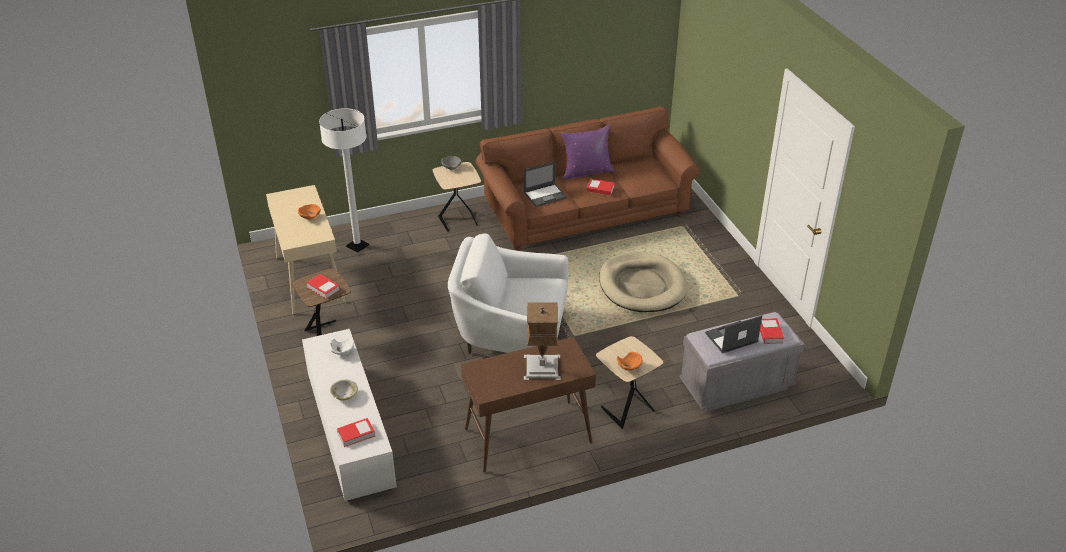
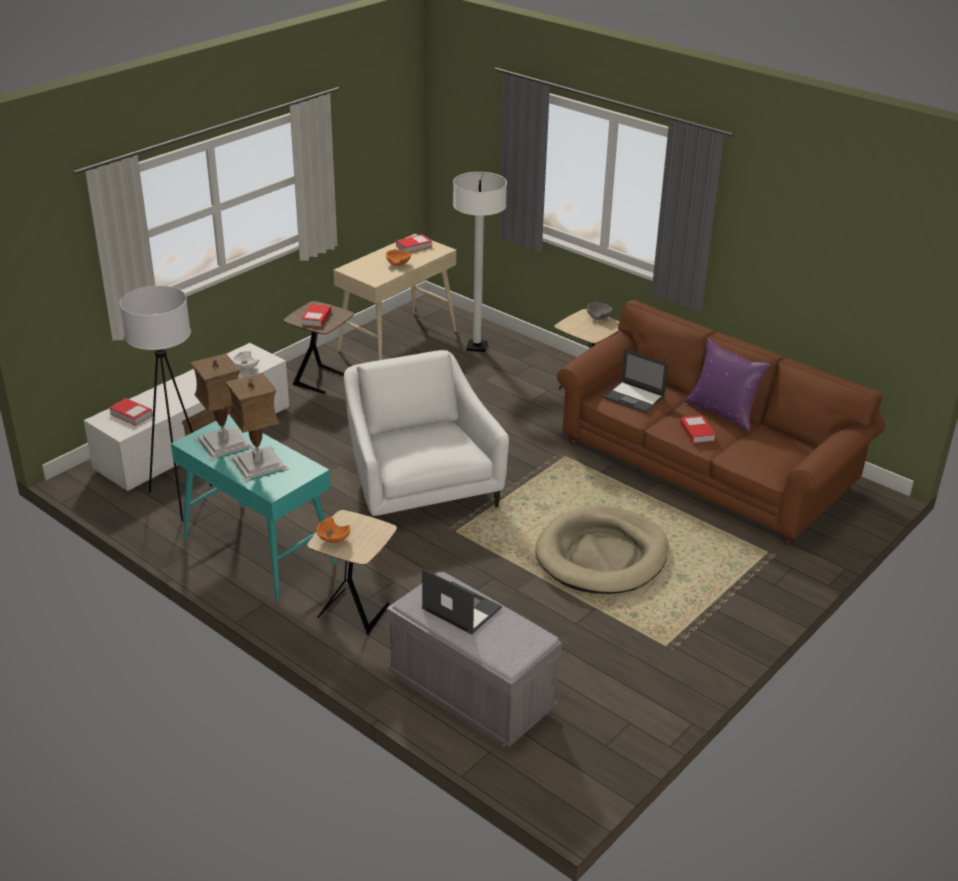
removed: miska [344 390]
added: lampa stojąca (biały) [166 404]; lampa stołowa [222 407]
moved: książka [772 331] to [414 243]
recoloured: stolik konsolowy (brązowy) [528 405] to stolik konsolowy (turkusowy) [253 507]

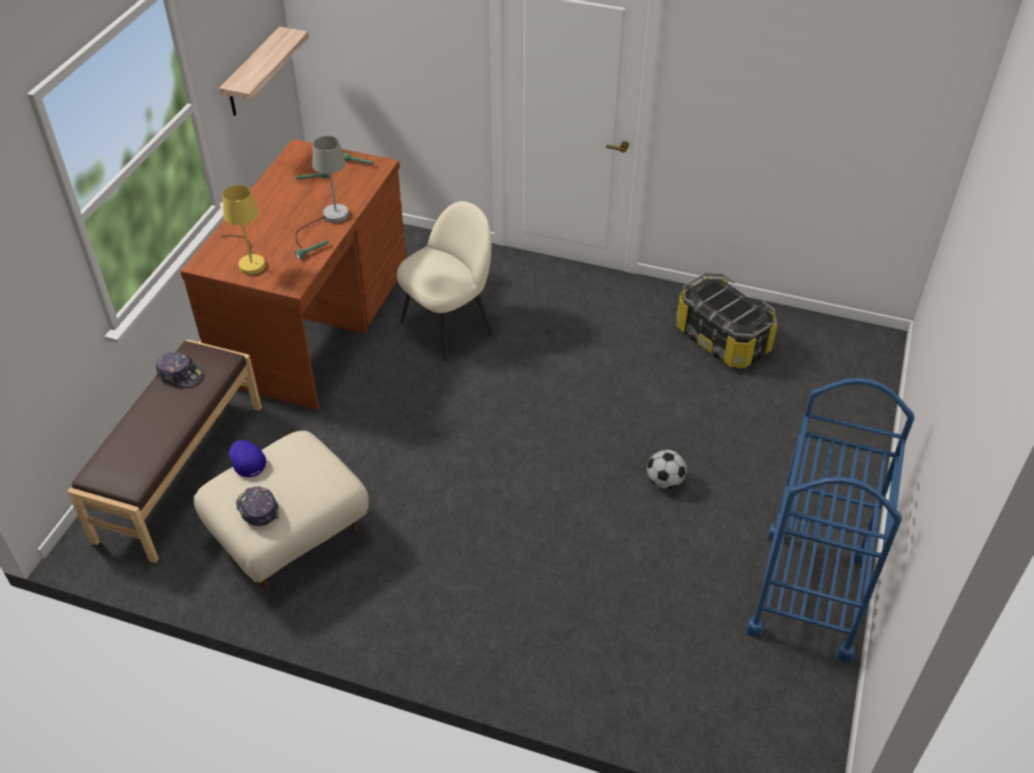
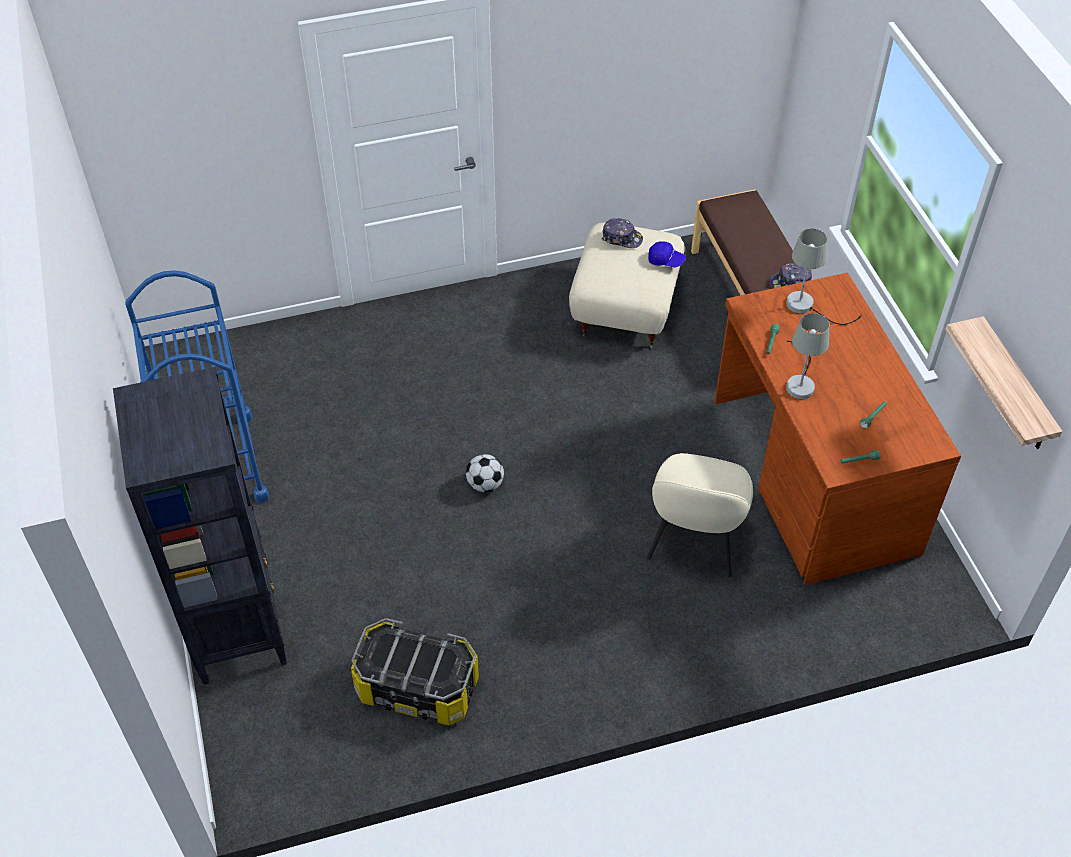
added: regał (czarny) [200 526]
moved: piłka futbolowa [667 469] to [485 473]
recoloured: lampa stołowa (żółty) [243 230] to lampa stołowa (szary) [824 277]

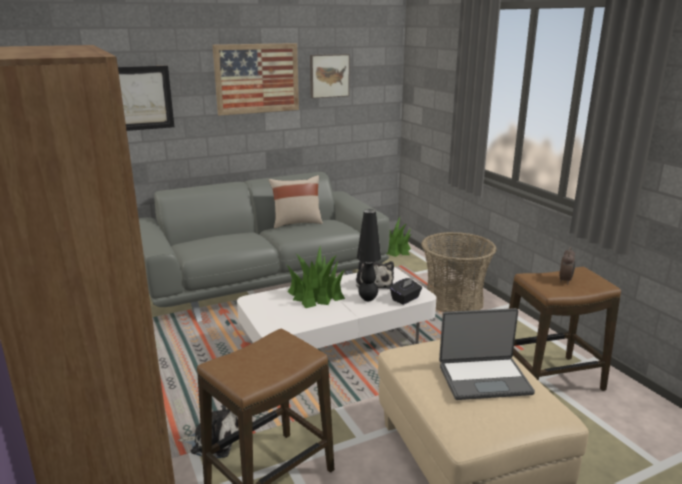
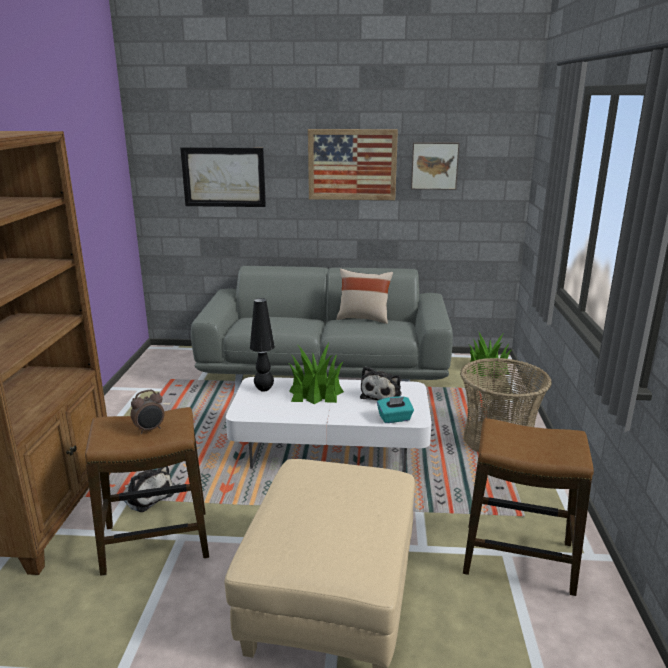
removed: laptop [487 354]
moved: lampa stołowa (czarny) [369 255] to [262 345]; budzik [567 265] to [148 412]
recoloured: pudełko chusteczek (czarny) [406 291] to pudełko chusteczek (turkusowy) [395 409]

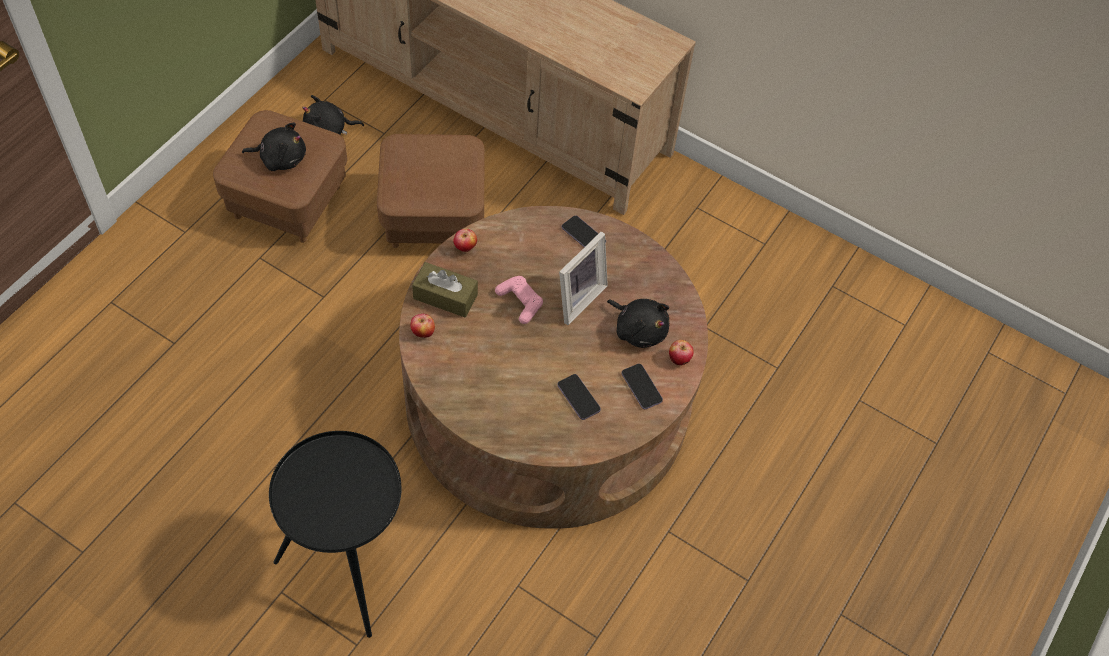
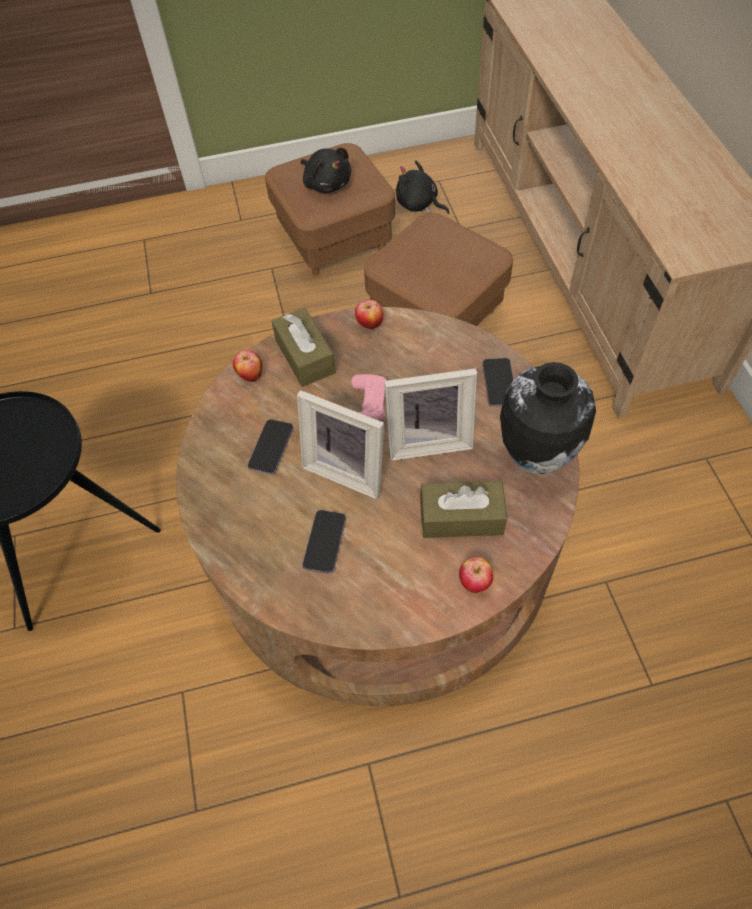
added: wazon [548 418]; ramka na zdjęcie [340 444]
moved: telefon [642 386] to [270 447]
replaced: pluszak (czarny) [638 323] to pudełko chusteczek (brązowy) [463 509]

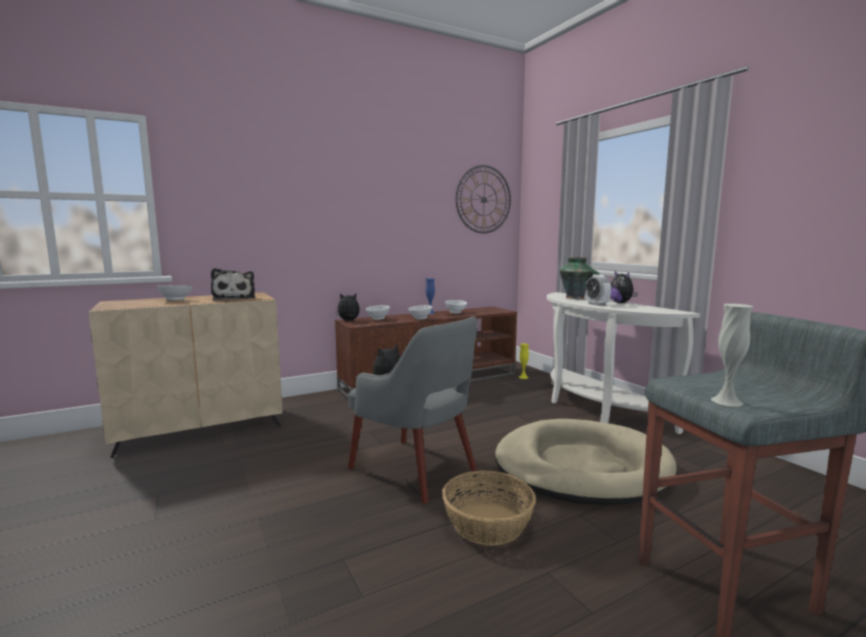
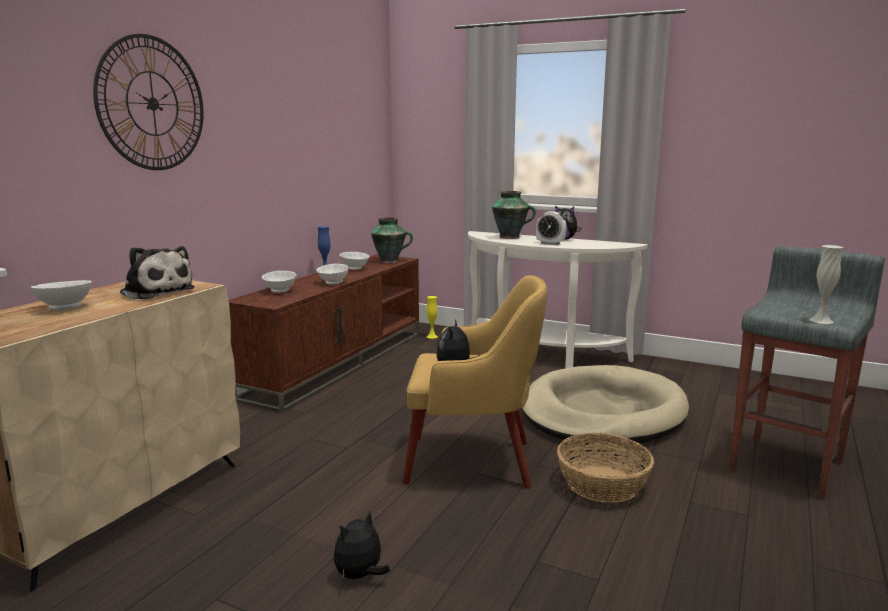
added: wazon [392 240]
moved: zegar ścienny [483 199] to [148 102]; pluszak [348 307] to [362 545]
recoloured: fotel (szary) [412 410] to fotel (żółty) [475 382]

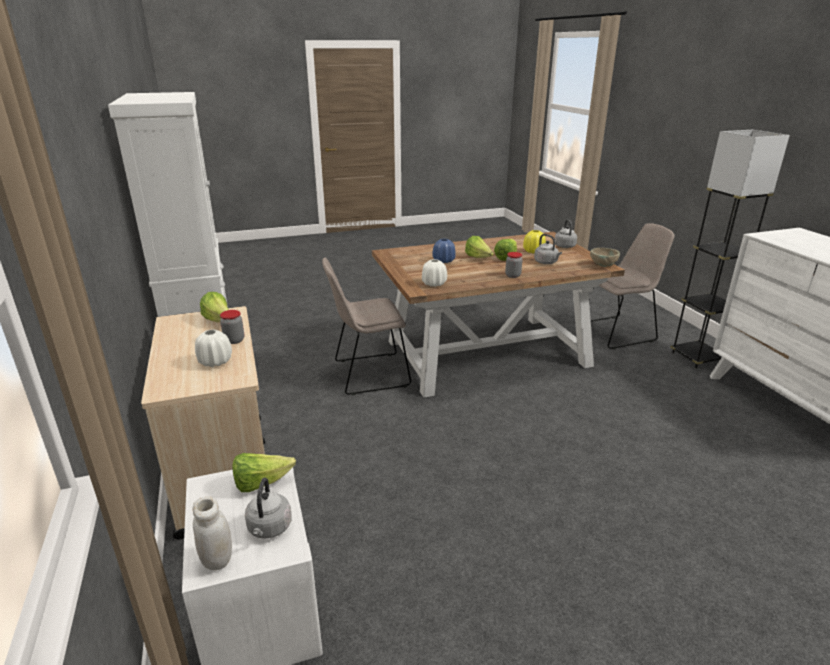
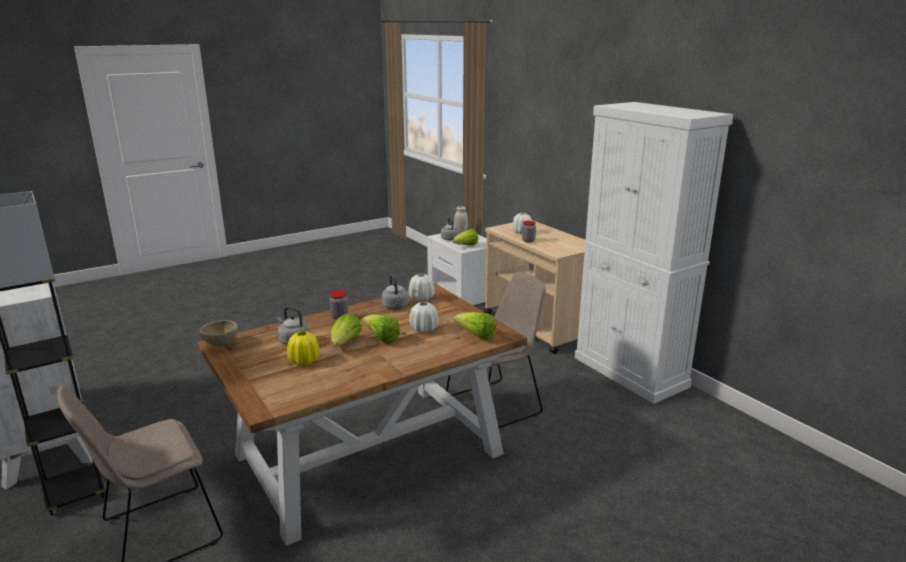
moved: czajnik (szary) [566 233] to [395 291]; sałata [214 307] to [475 326]
recoloured: wazon (niebieski) [443 251] to wazon (biały) [423 317]

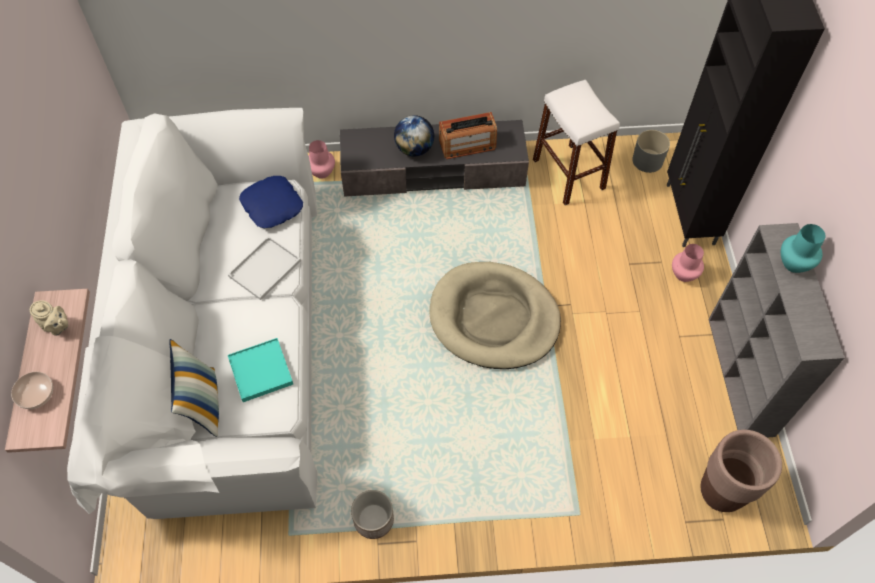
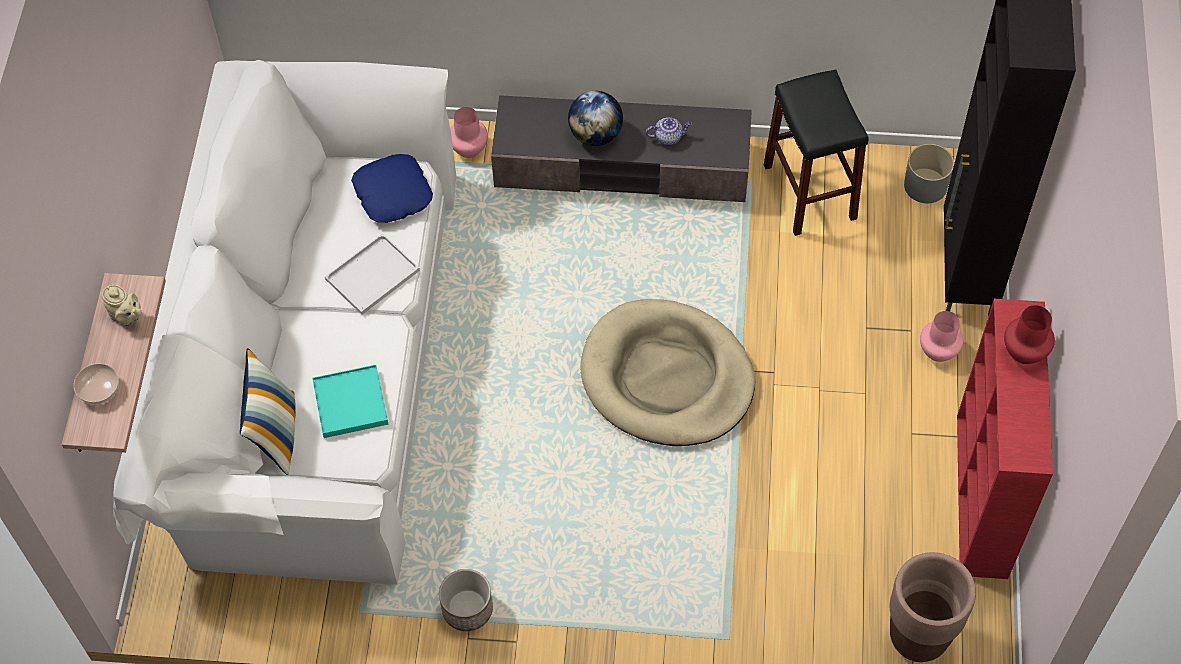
replaced: radio [468 135] to imbryk [669 131]
recoloured: stołek (biały) [576 142] to stołek (czarny) [816 152]; regał (szary) [776 330] to regał (czerwony) [1005 439]; wazon (turkusowy) [803 248] to wazon (czerwony) [1029 334]

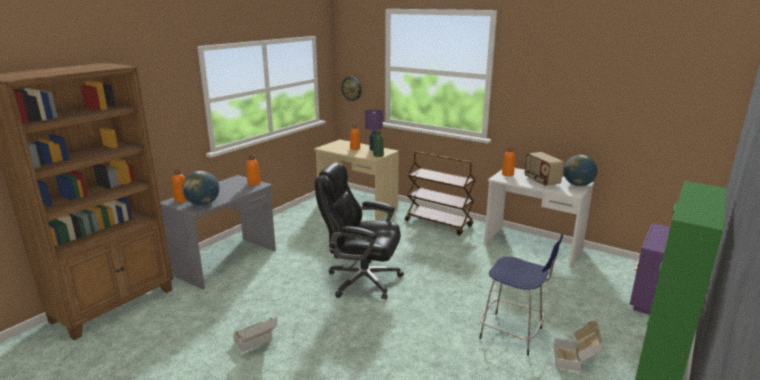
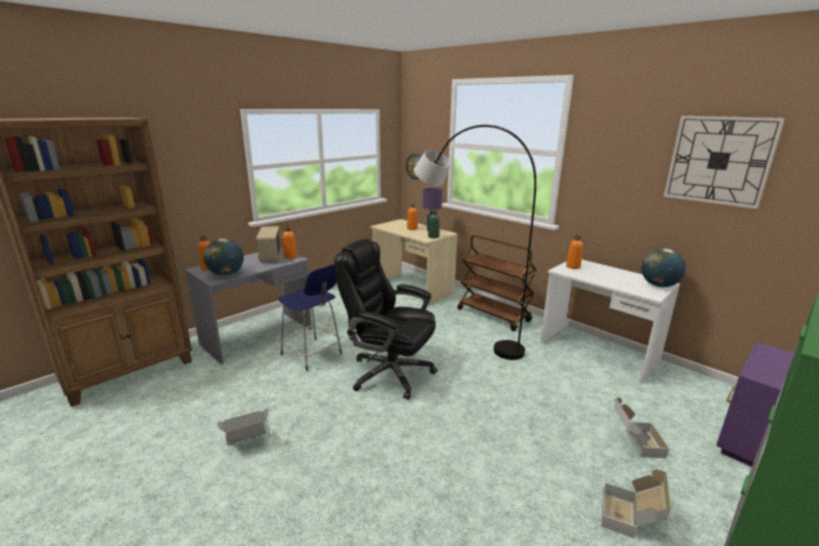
added: zegar ścienny [724 162]; lampa stojąca (szary) [475 242]; karton [641 428]
moved: radio [544 169] to [269 244]; stołek (niebieski) [521 295] to [310 318]

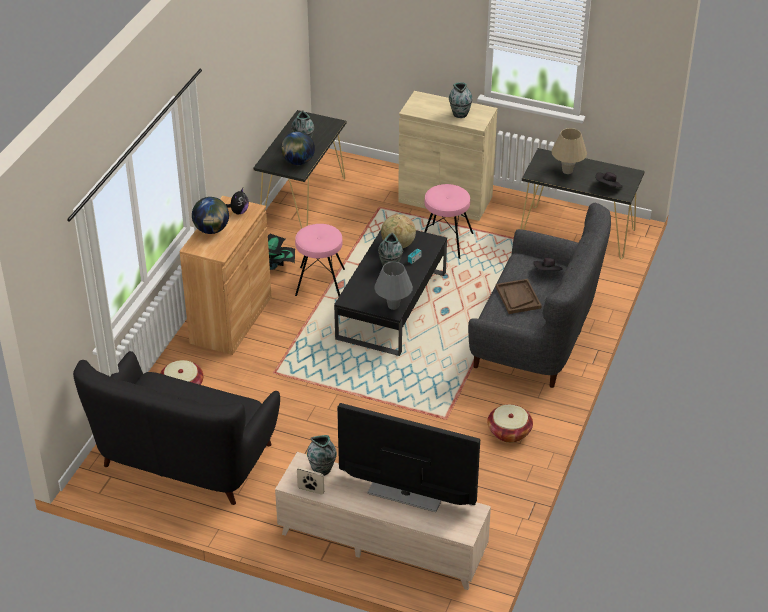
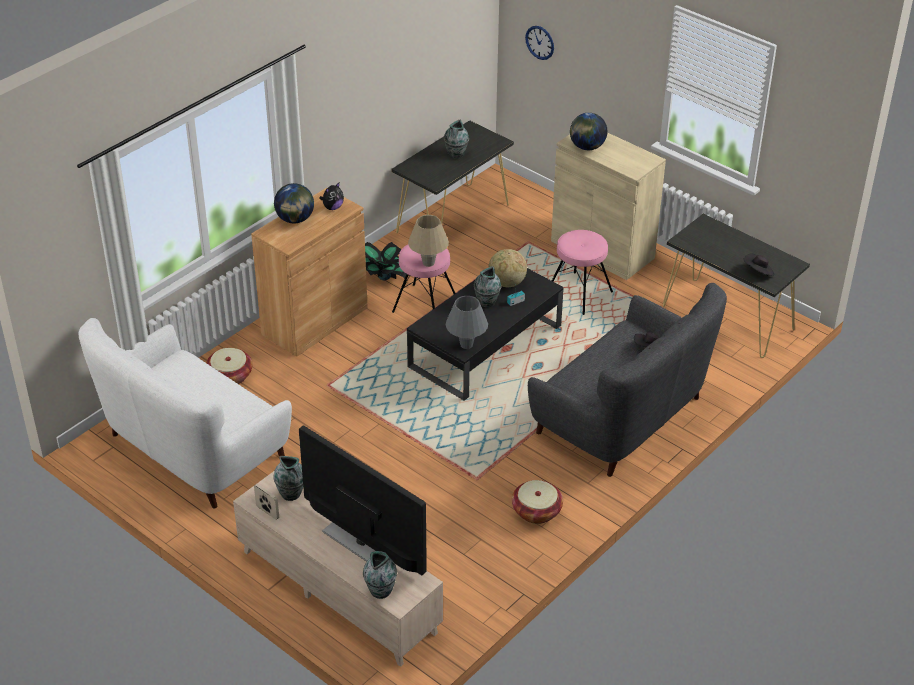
removed: taca (brązowy) [519 296]
added: zegar ścienny [539 43]
moved: wazon [461 100] to [380 575]; lampa stołowa (beżowy) [569 151] to [428 241]; globus [298 148] to [588 131]
recoloured: kanapa (czarny) [176 428] to kanapa (biały) [185 413]

